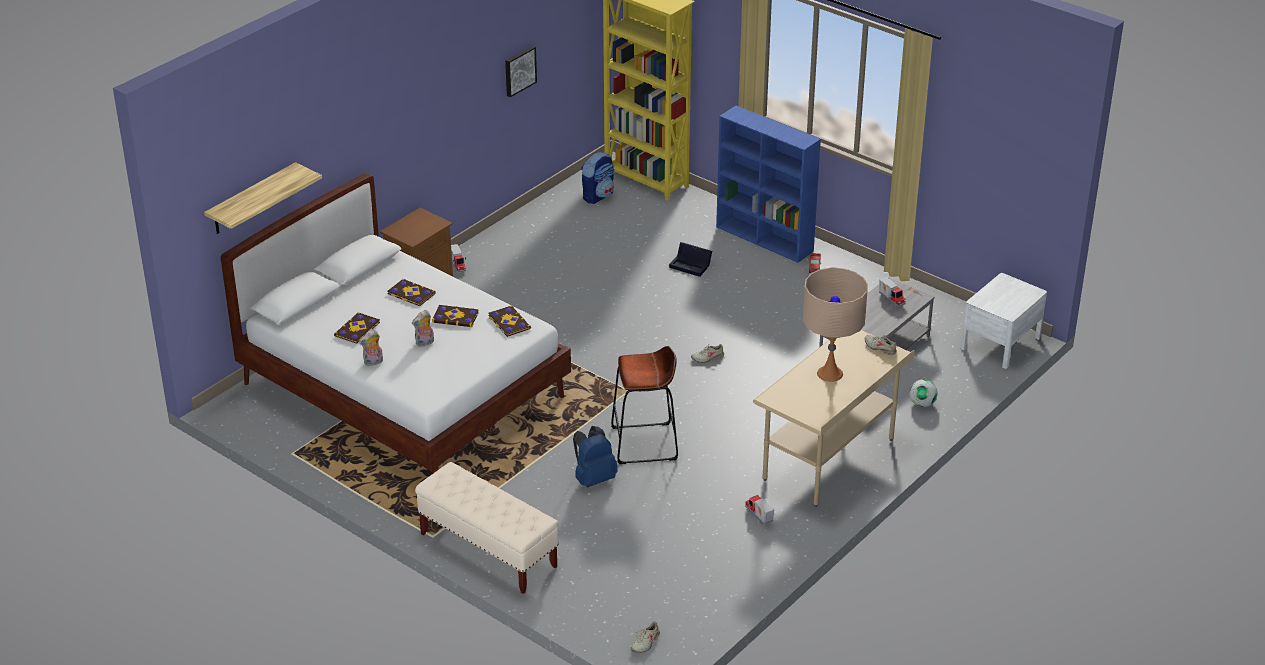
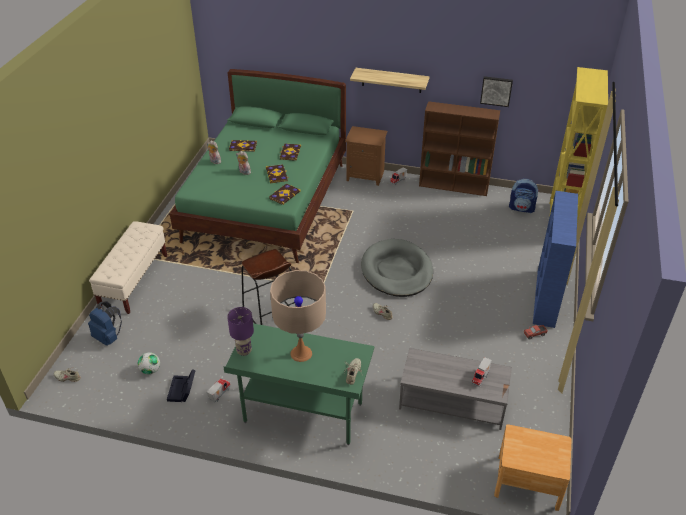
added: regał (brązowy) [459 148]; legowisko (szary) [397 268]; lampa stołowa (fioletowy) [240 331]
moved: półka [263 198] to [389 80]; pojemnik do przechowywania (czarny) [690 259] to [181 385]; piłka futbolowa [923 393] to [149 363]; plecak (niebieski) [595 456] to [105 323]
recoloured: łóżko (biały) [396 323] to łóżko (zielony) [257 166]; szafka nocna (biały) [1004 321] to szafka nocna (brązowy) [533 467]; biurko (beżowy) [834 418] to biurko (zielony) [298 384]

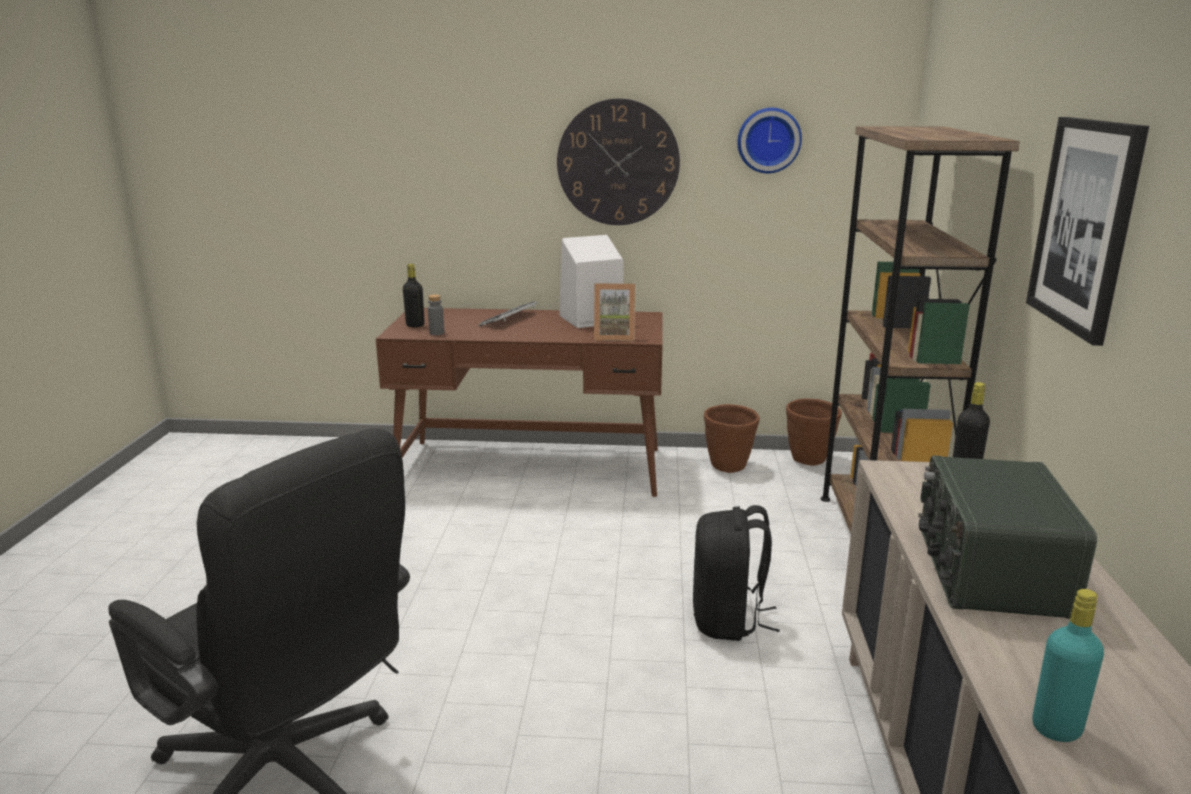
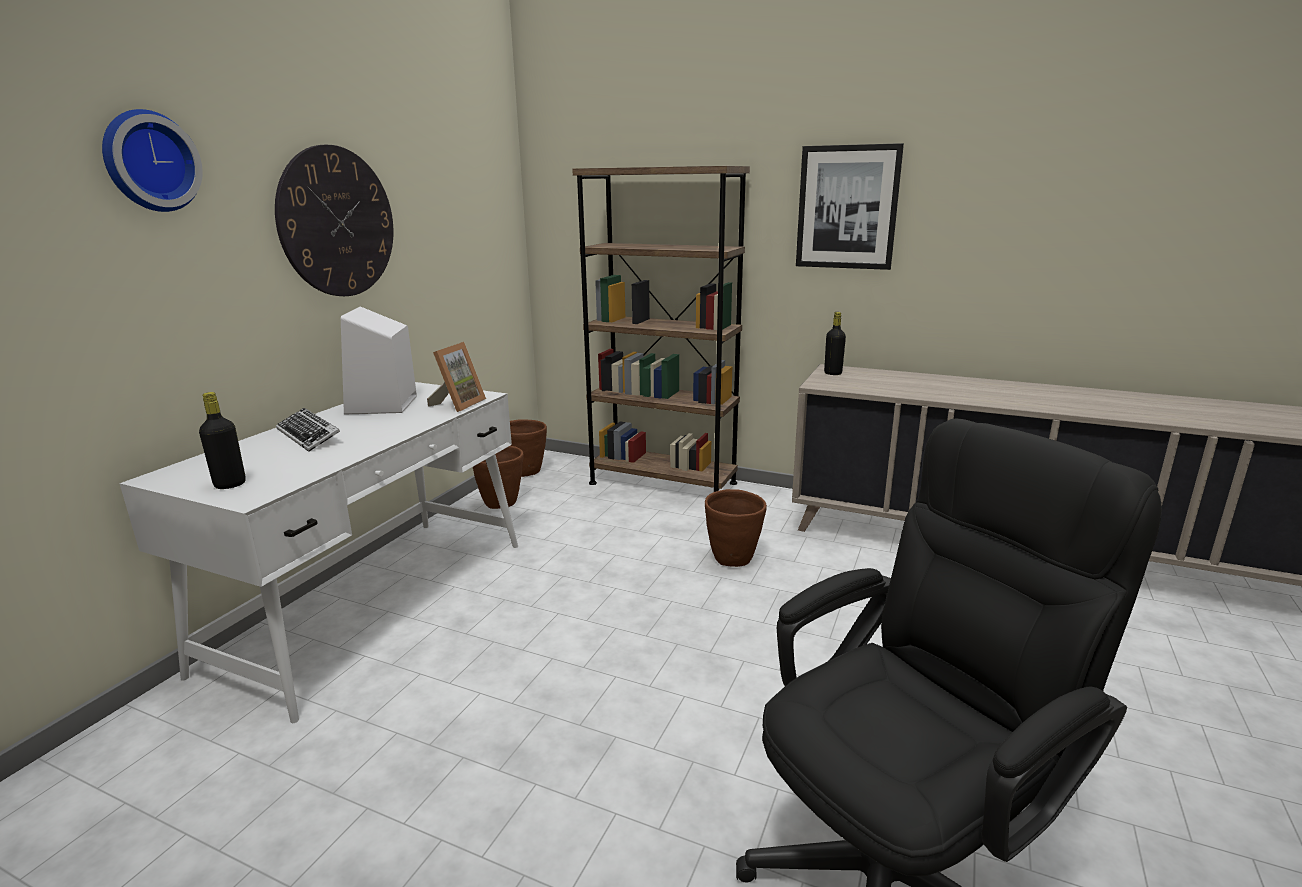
removed: butelka (szary) [436 314]; radio [1007 537]; butelka (turkusowy) [1068 665]
moved: zegar ścienny [769 140] to [152 160]
replaced: plecak (czarny) [736 573] to donica (brązowy) [736 528]
recoloured: biurko (brązowy) [519 402] to biurko (biały) [318 552]

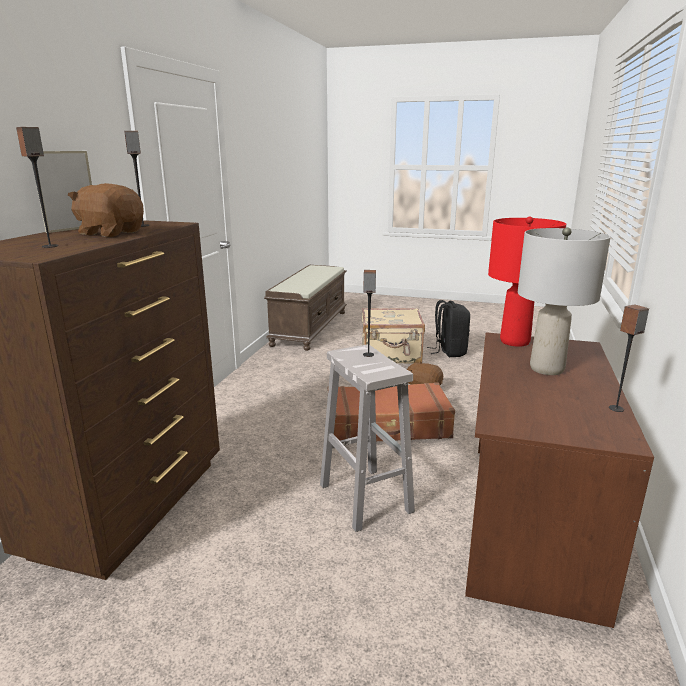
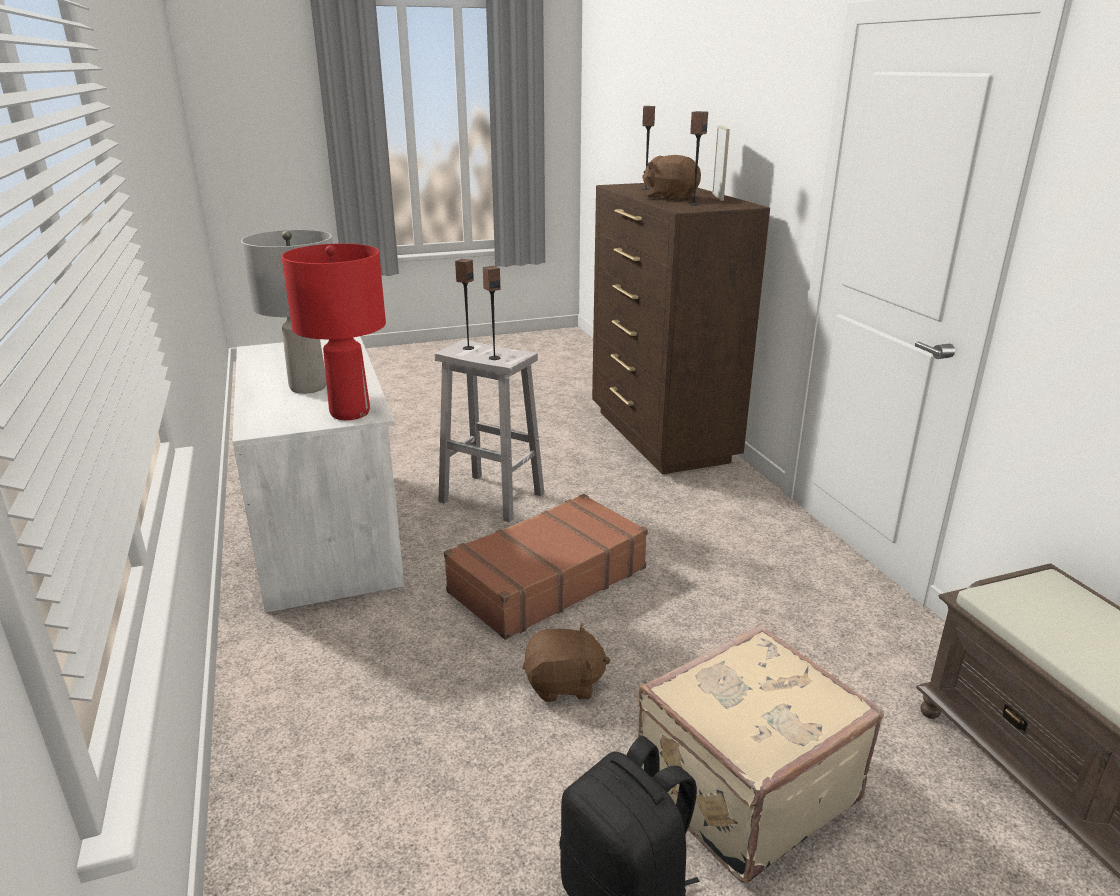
moved: głośnik [629 358] to [464 304]
recoloured: biurko (brązowy) [559 480] to biurko (biały) [318 474]
turned: pluszak (brązowy) [106 210] = [671 178] 135 degrees counterclockwise

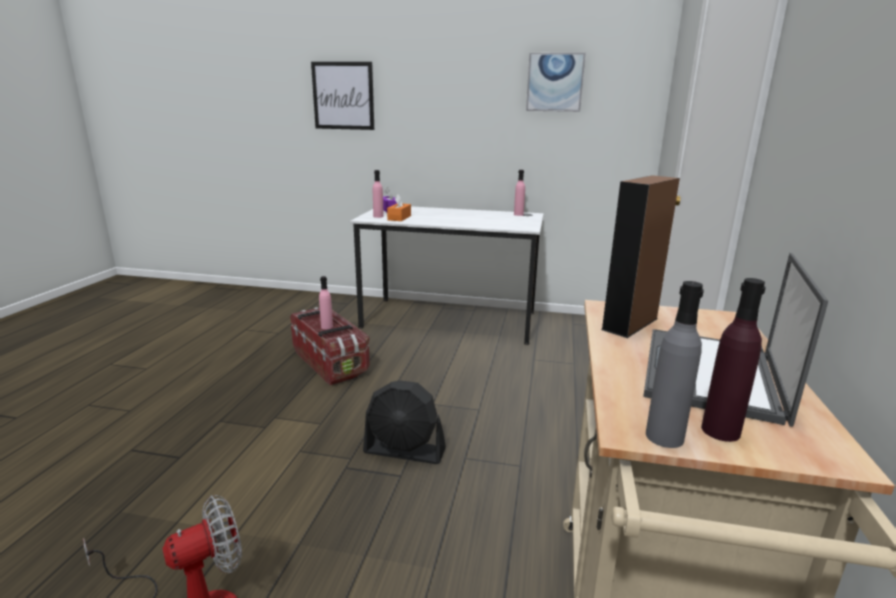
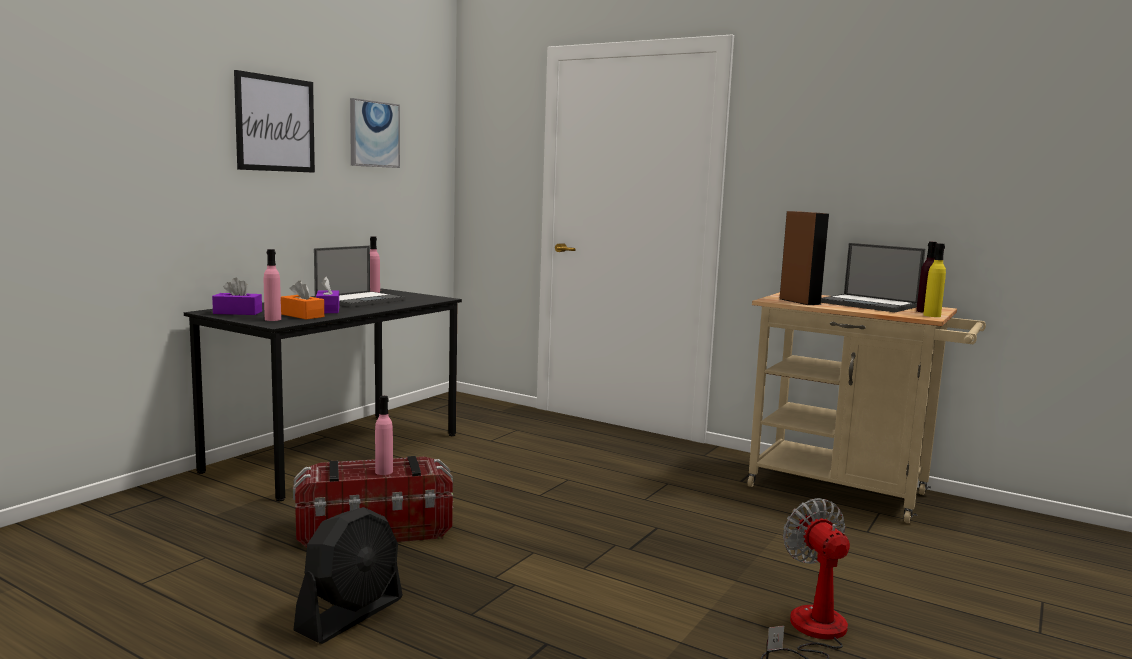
added: laptop [359 276]; pudełko chusteczek (fioletowy) [327 294]
moved: obraz [342 96] to [274 121]; wentylator (czarny) [404 422] to [348 575]
recoloured: biurko (biały) [447 275] to biurko (czarny) [323 394]; butelka (szary) [675 364] to butelka (żółty) [934 280]

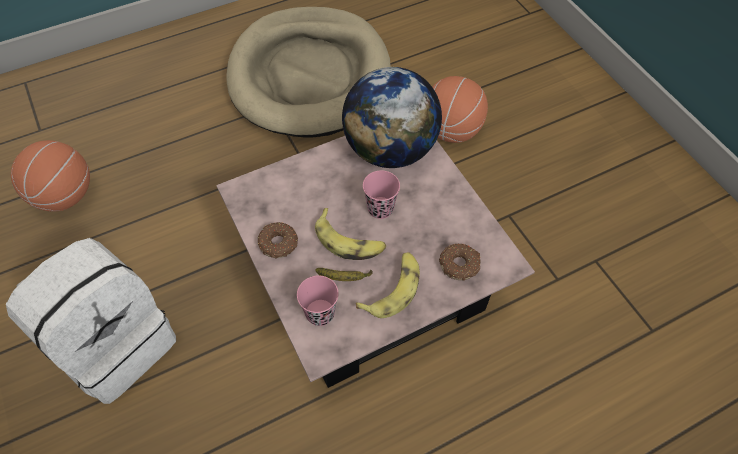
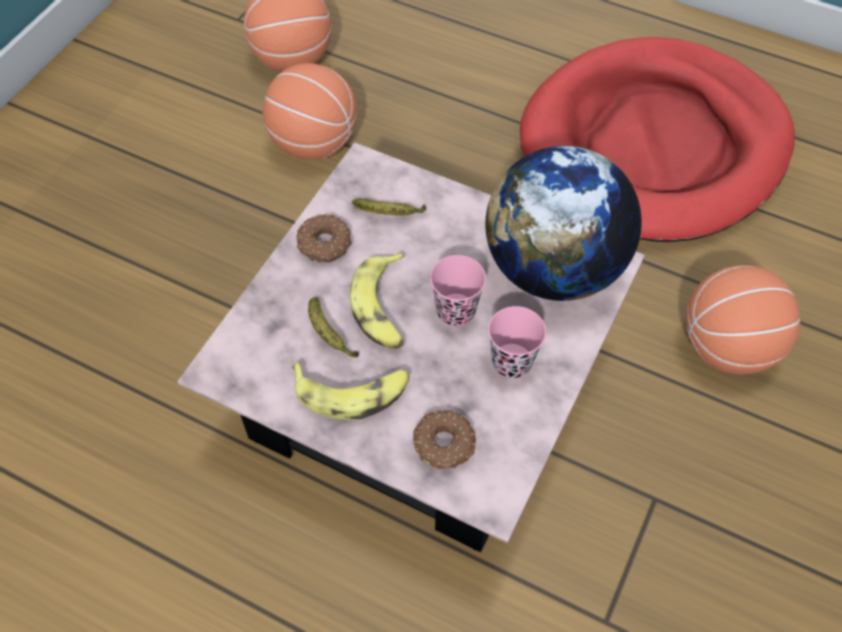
removed: plecak (biały) [91 321]
added: piłka do koszykówki [309 111]; banan [389 206]
moved: filiżanka (różowy) [318 300] to [517 342]
recoloured: legowisko (beżowy) [308 72] to legowisko (czerwony) [657 139]

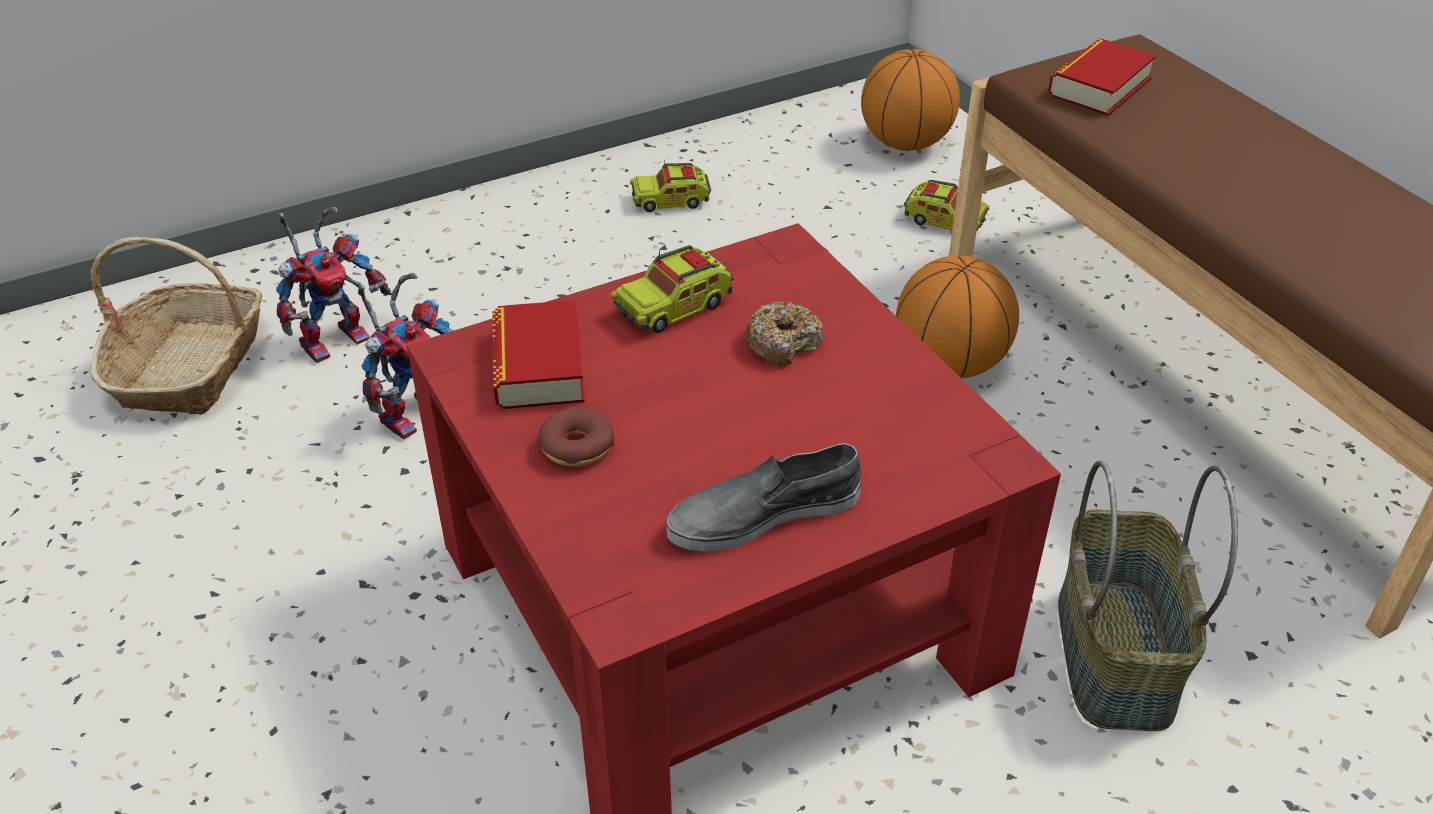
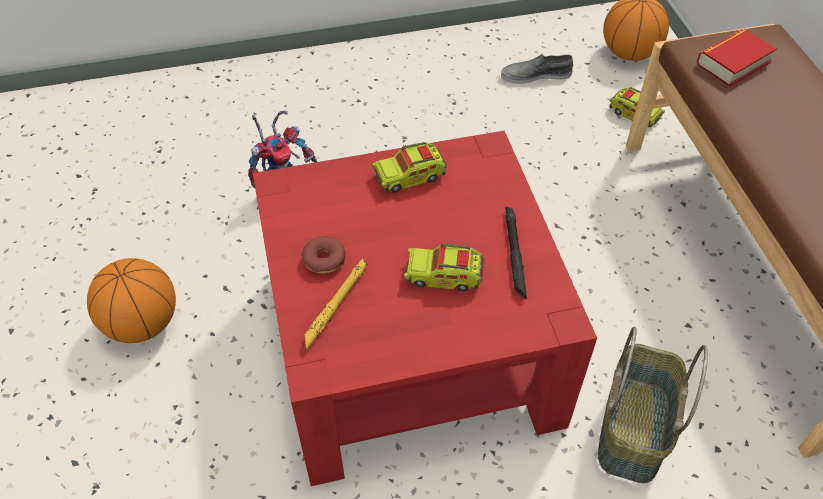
removed: robot zabawkowy [334 285]; koszyk [176 325]; książka [539 354]; donut [784 333]
added: latarka (czarny) [516 253]; latarka (żółty) [335 304]
moved: ciężarówka zabawkowa [670 185] to [444 267]; piłka do koszykówki [957 316] to [131 300]; but (szary) [764 497] to [537 68]

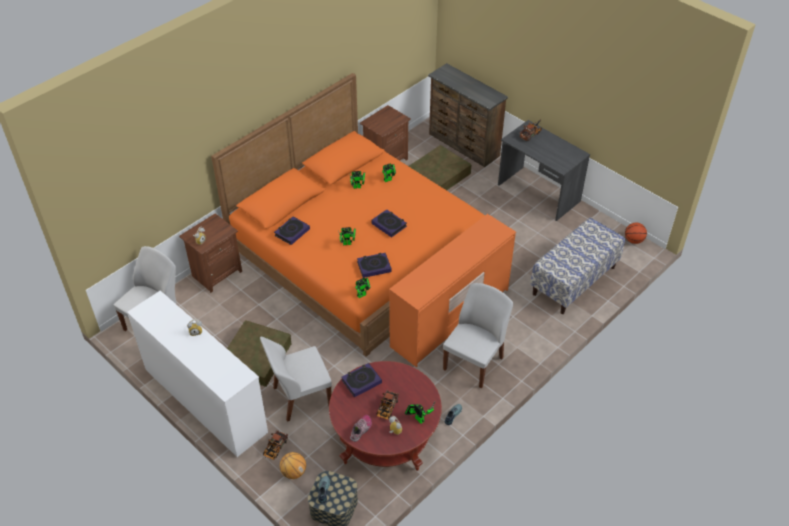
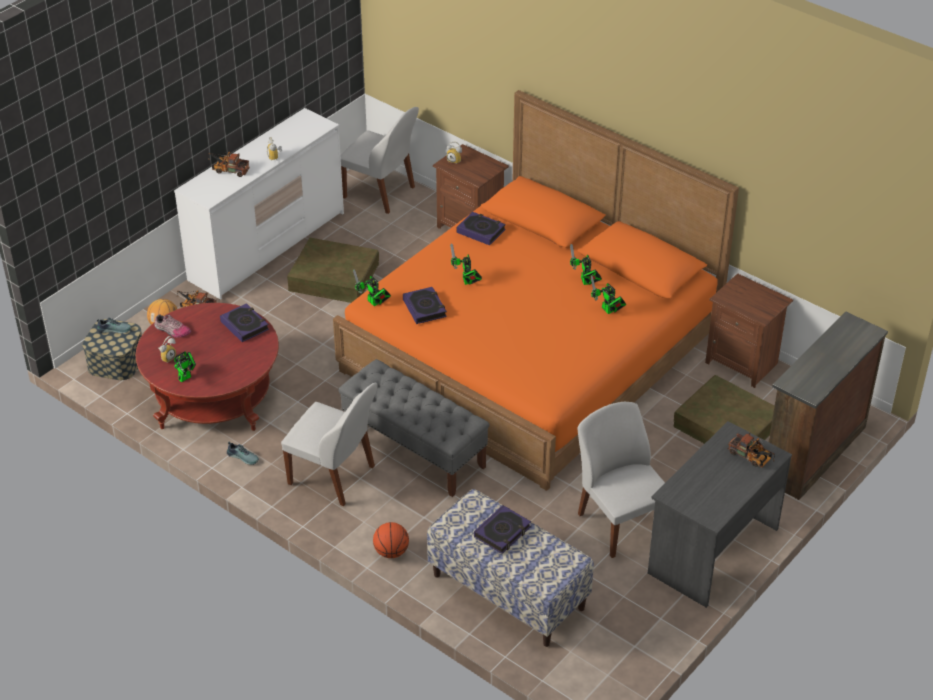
moved: książka [389 223] to [502 529]; piłka do koszykówki [636 233] to [391 540]; krzesło (biały) [296 379] to [621 480]; ciężarówka zabawkowa [387 405] to [229 164]
replaced: komoda (pomarańczowy) [452 290] to ławka (szary) [414 428]

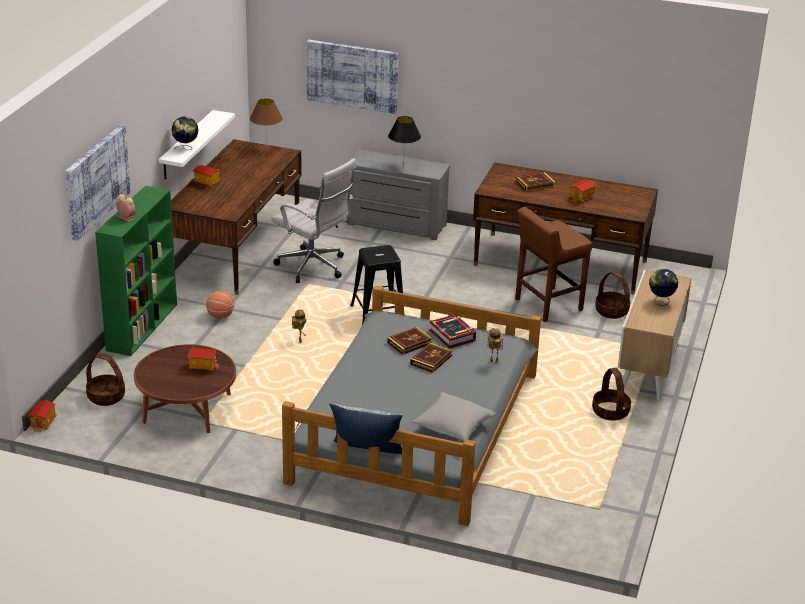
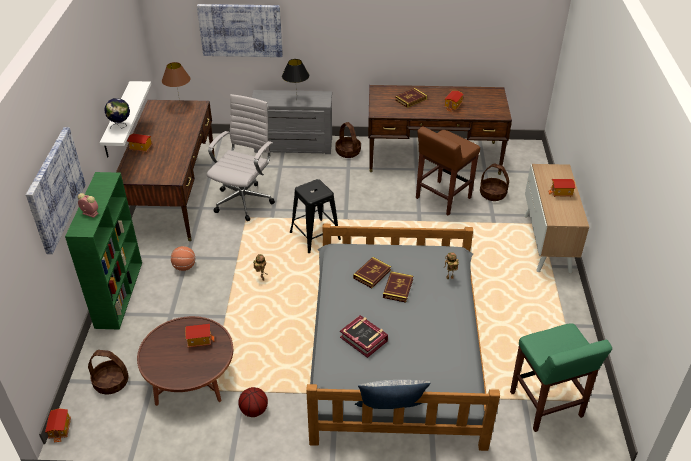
removed: poduszka (szary) [454 416]
added: stołek (zielony) [561 377]; piłka do koszykówki [253 402]
moved: książka [452 331] to [364 336]; koszyk [611 394] to [348 140]
replaced: globus [663 287] to domek [562 188]
turned: krzesło biurowe (biały) [313 220] = [241 157] 90 degrees counterclockwise

